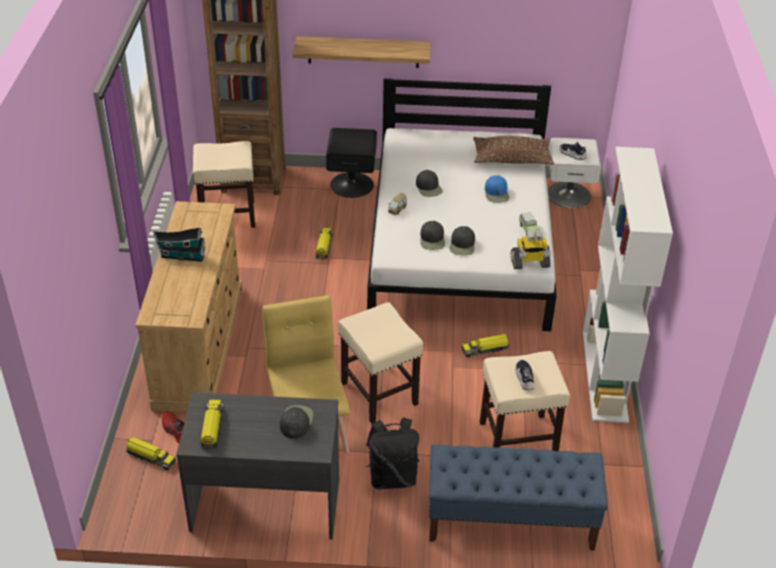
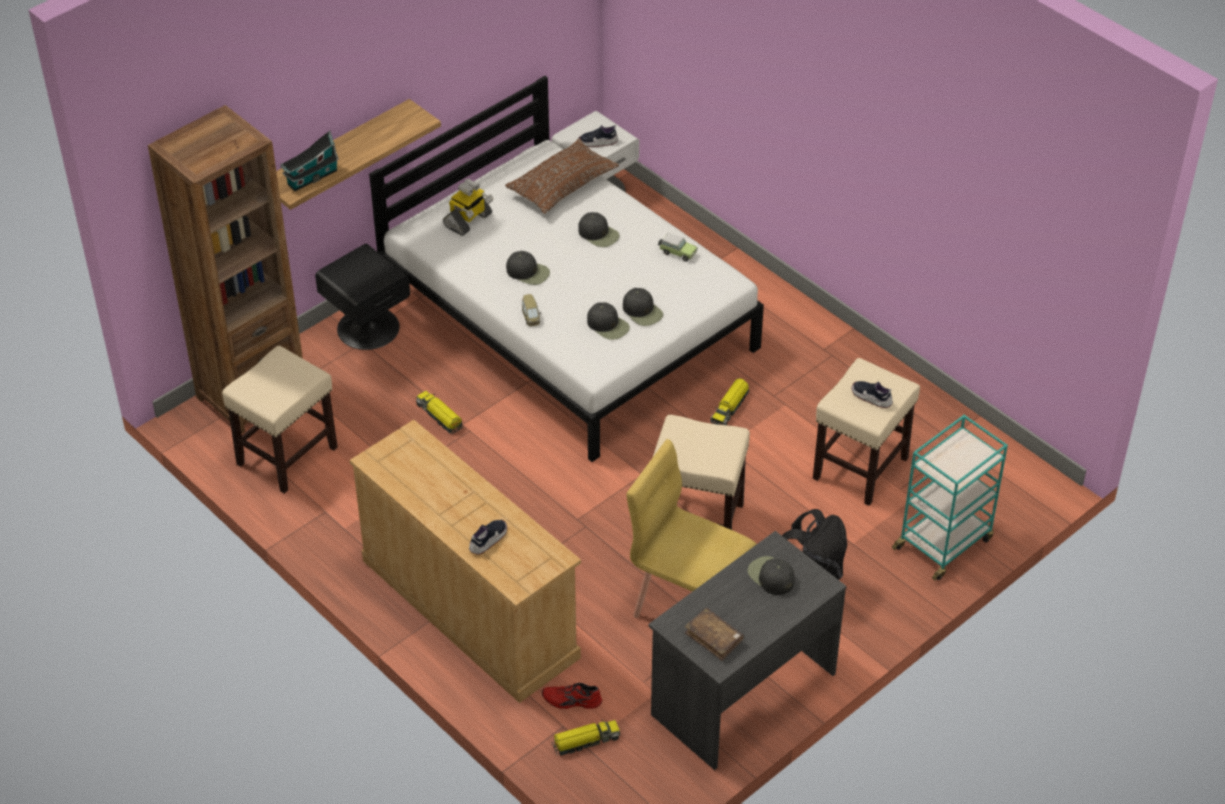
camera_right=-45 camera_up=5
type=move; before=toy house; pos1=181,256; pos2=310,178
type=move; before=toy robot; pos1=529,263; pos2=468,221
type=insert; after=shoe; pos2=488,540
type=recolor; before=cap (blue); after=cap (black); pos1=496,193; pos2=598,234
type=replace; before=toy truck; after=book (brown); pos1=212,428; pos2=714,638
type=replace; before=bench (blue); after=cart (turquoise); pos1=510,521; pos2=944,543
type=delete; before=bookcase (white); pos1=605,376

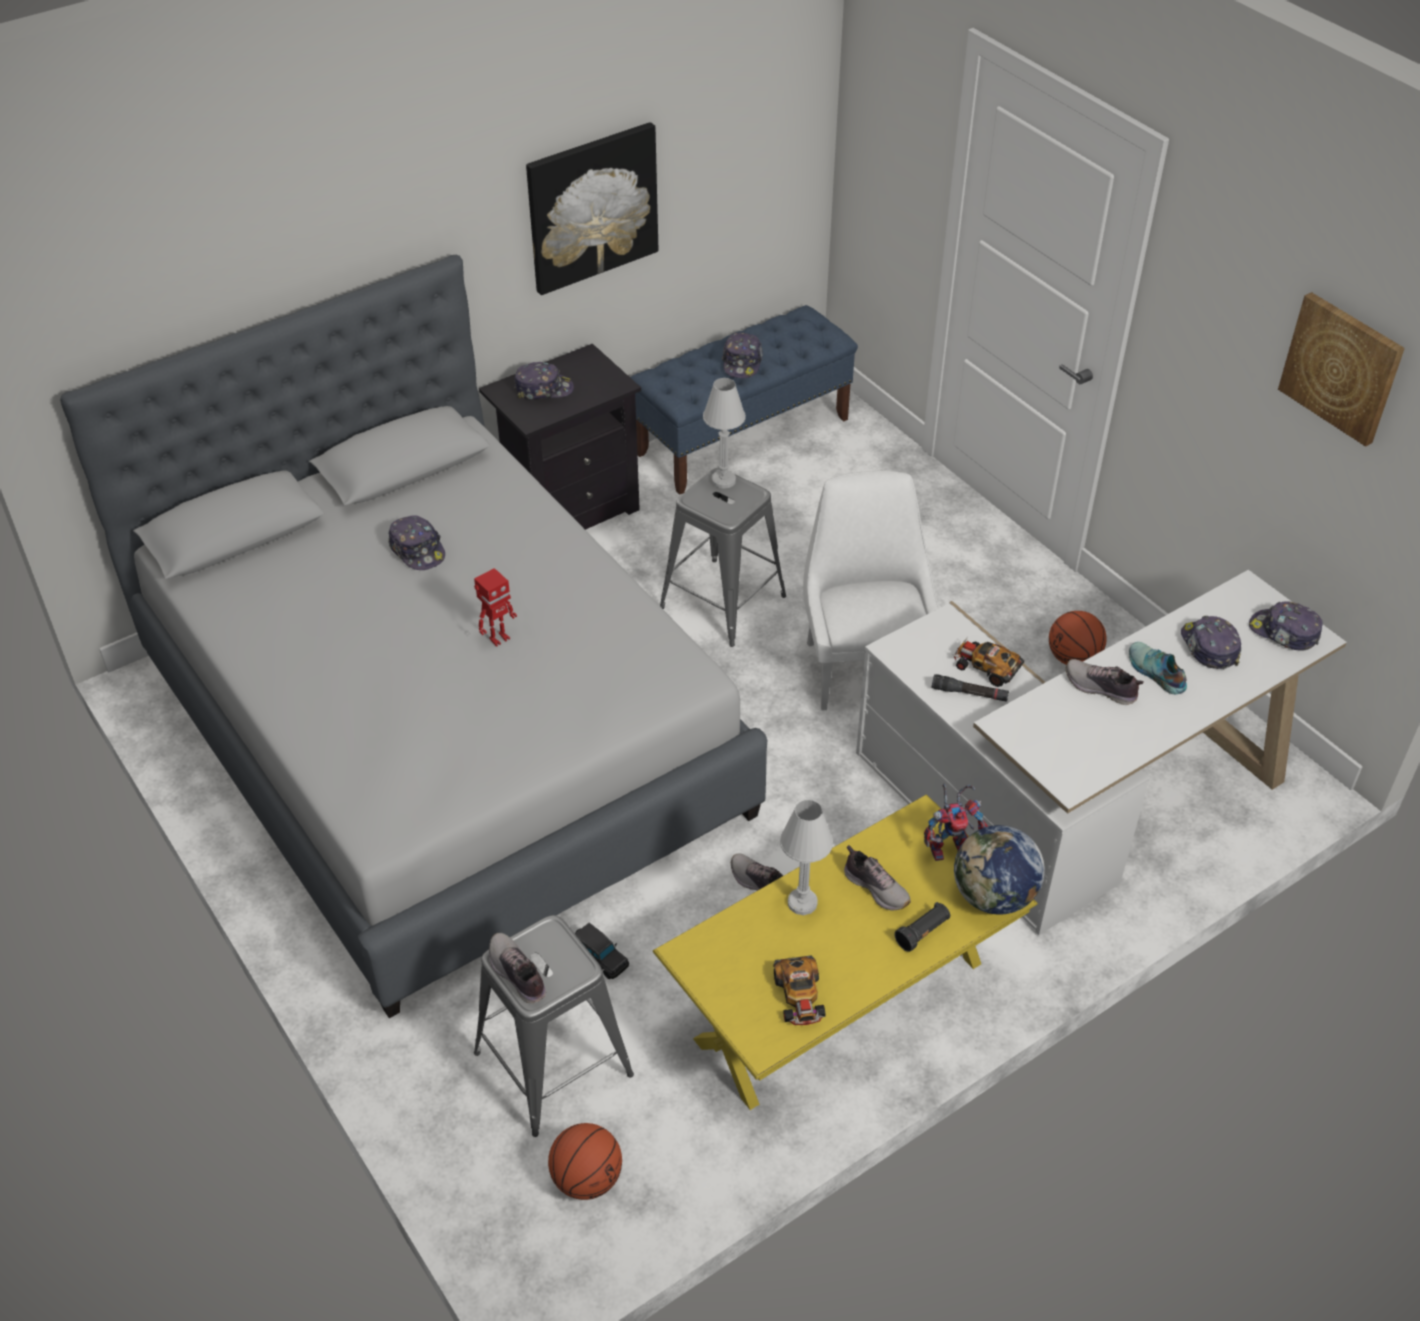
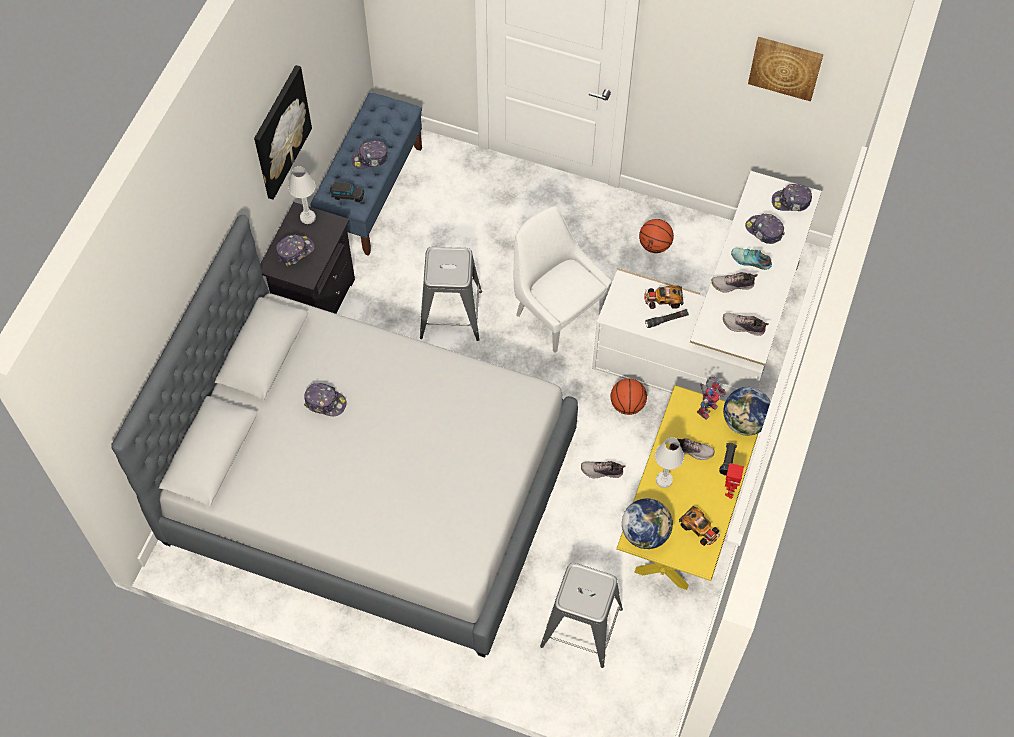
camera_right=-35 camera_up=15
type=move; before=table lamp (white); pos1=723,480; pos2=307,217
type=move; before=toy car (black); pos1=600,958; pos2=347,195
type=rotate; before=cap; pos1=742,362; pos2=370,158; turn=105
type=move; before=basketball; pos1=586,1178; pos2=627,405
type=insert; after=globe; pos2=645,533
type=move; before=shoe; pos1=517,974; pos2=743,327
type=move; before=toy robot; pos1=498,638; pos2=729,492

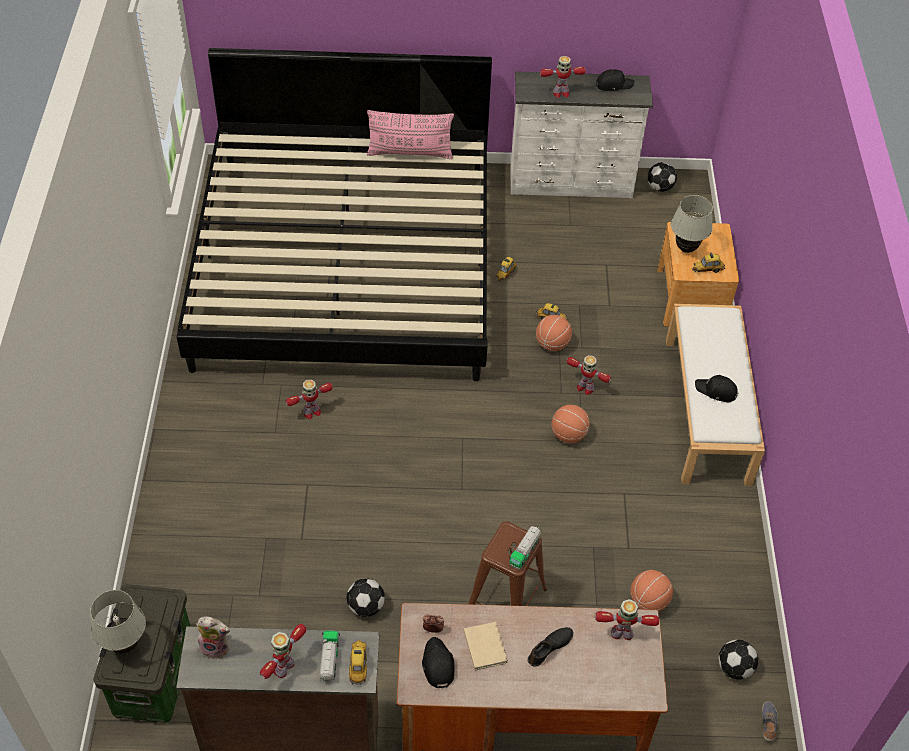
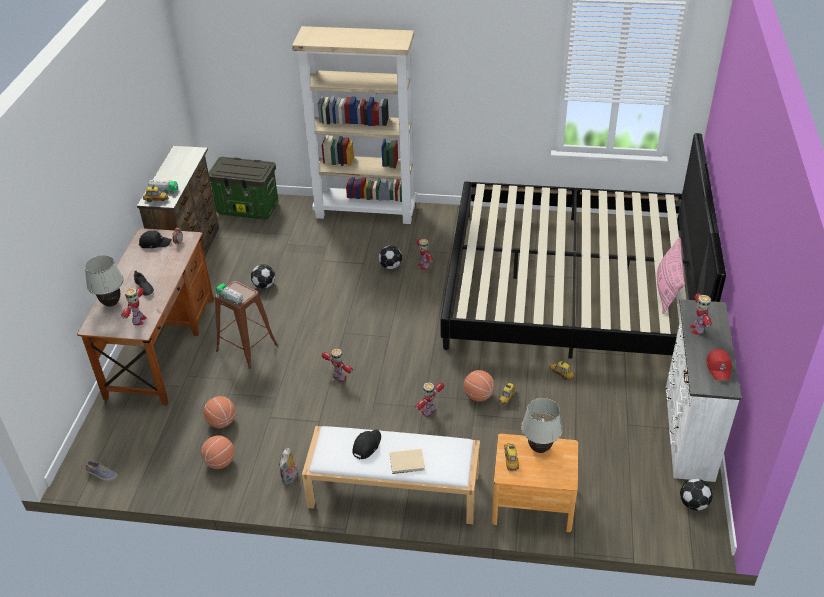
camera_right=100 camera_up=-10
type=move; before=table lamp (white); pos1=125,645; pos2=111,303
type=move; before=basketball; pos1=569,435; pos2=220,462
type=move; before=plush toy; pos1=216,647; pos2=290,477
type=insert; after=bookcase (beige); pos2=366,211
type=move; before=toy robot; pos1=284,667; pos2=339,377
type=move; before=football; pos1=734,668; pos2=390,266
type=move; before=book (beige); pos1=485,645; pos2=408,463
type=recolor; before=cap (black); after=cap (red); pos1=613,84; pos2=719,367

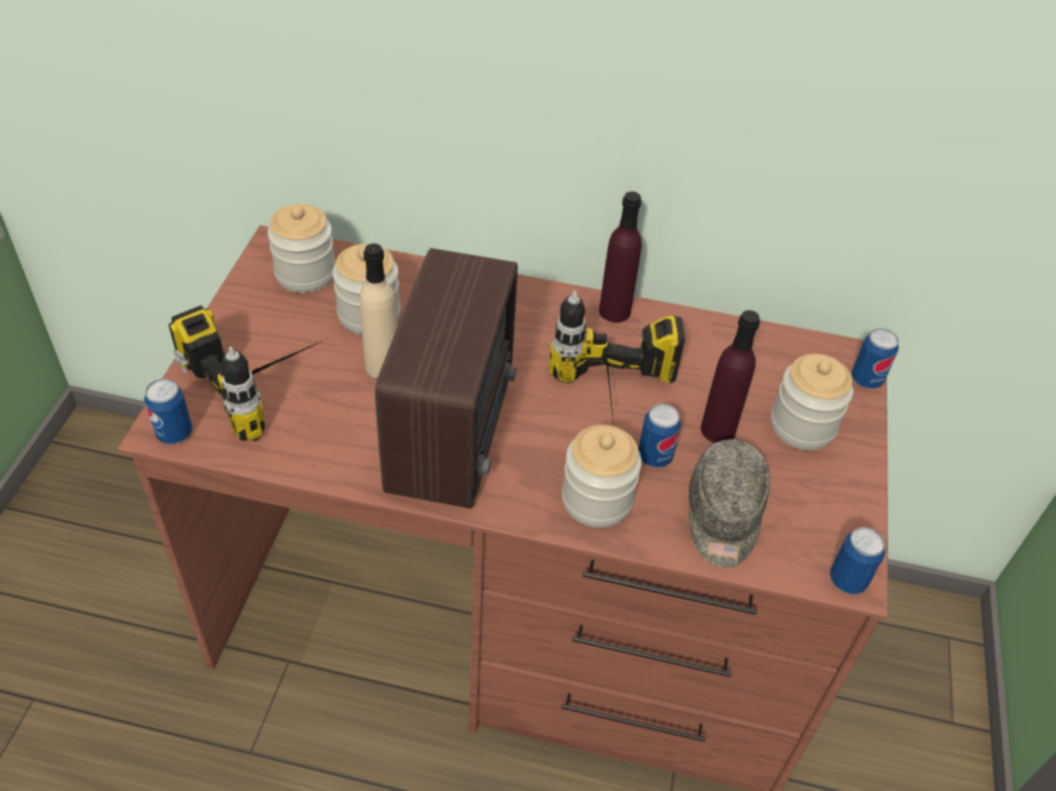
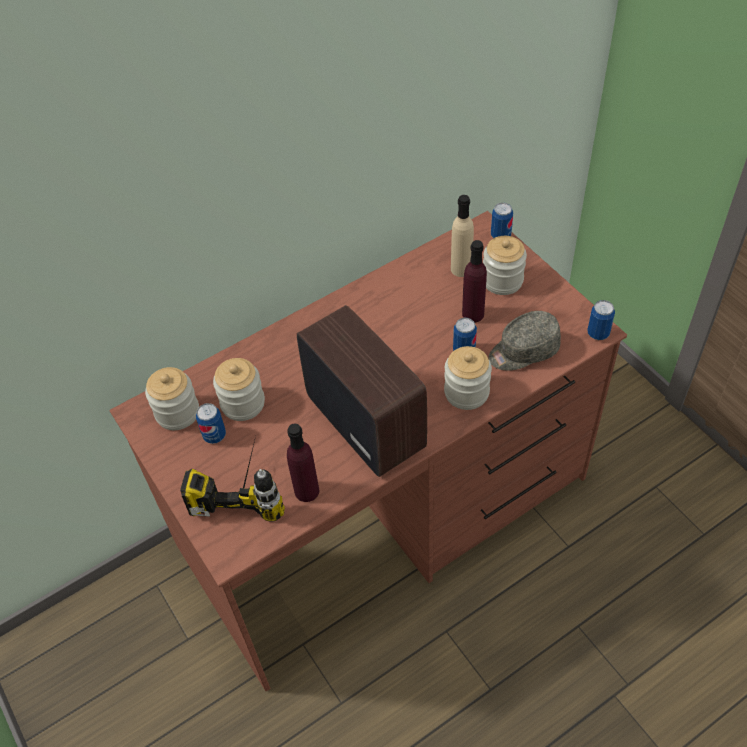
camera_right=-40 camera_up=5
type=move; before=can; pos1=174,433; pos2=214,435
type=move; before=bottle (purple); pos1=614,311; pos2=306,491
type=move; before=bottle (beige); pos1=382,366; pos2=461,269
type=rotate; before=cap (grey); pos1=723,517; pos2=523,351; turn=105
type=delete; before=power drill; pos1=613,408

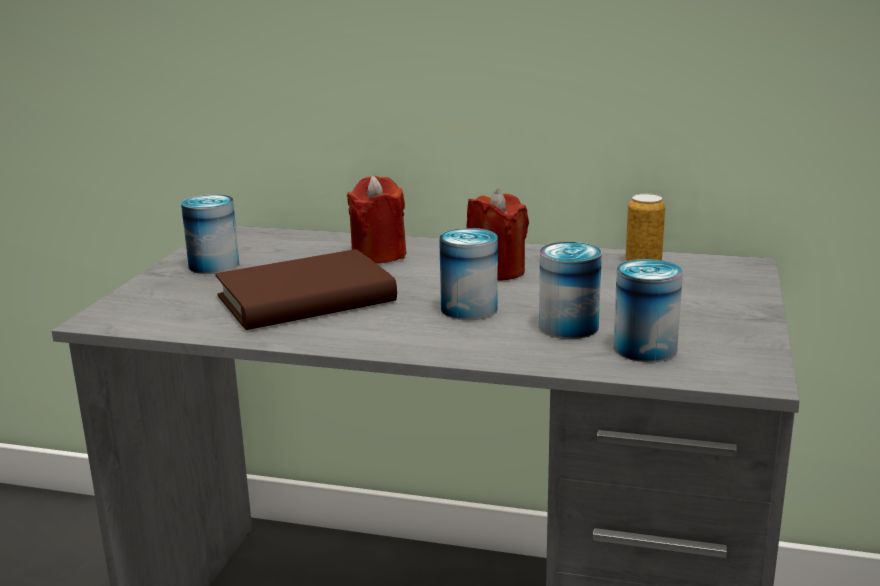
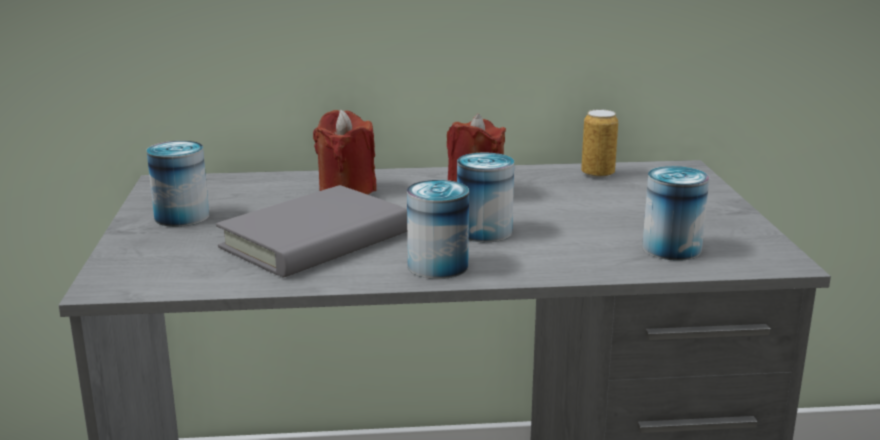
camera_right=-20 camera_up=0
type=recolor; before=book (brown); after=book (grey); pos1=306,299; pos2=316,240
type=move; before=can; pos1=568,326; pos2=438,266

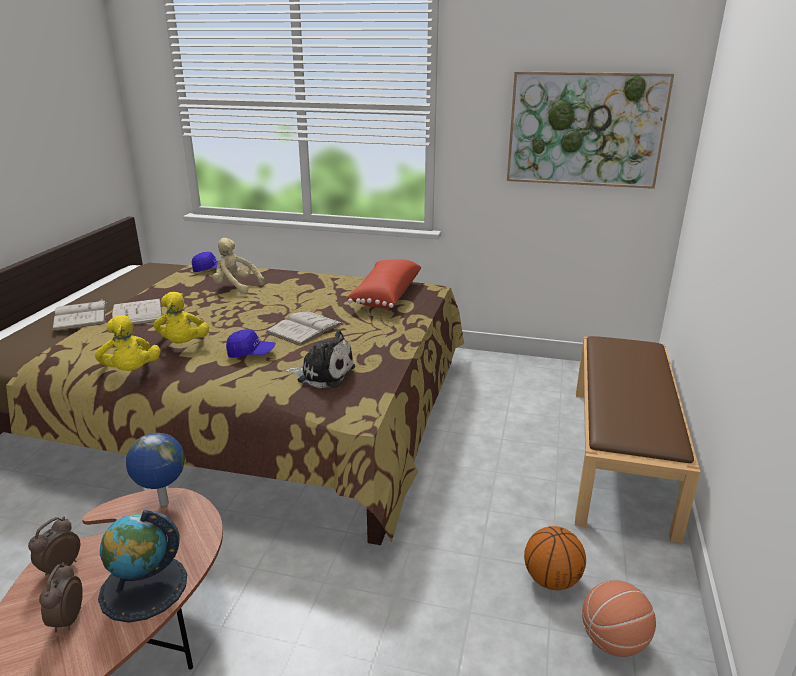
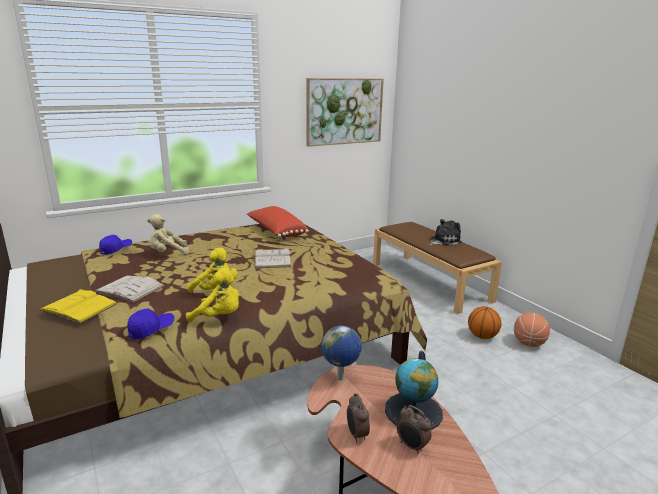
camera_right=-45 camera_up=-5
type=recolor; before=book (white); after=book (yellow); pos1=80,316; pos2=79,307
type=move; before=cap (blue); pos1=251,353; pos2=151,329
type=move; before=plush toy; pos1=323,374; pos2=444,241

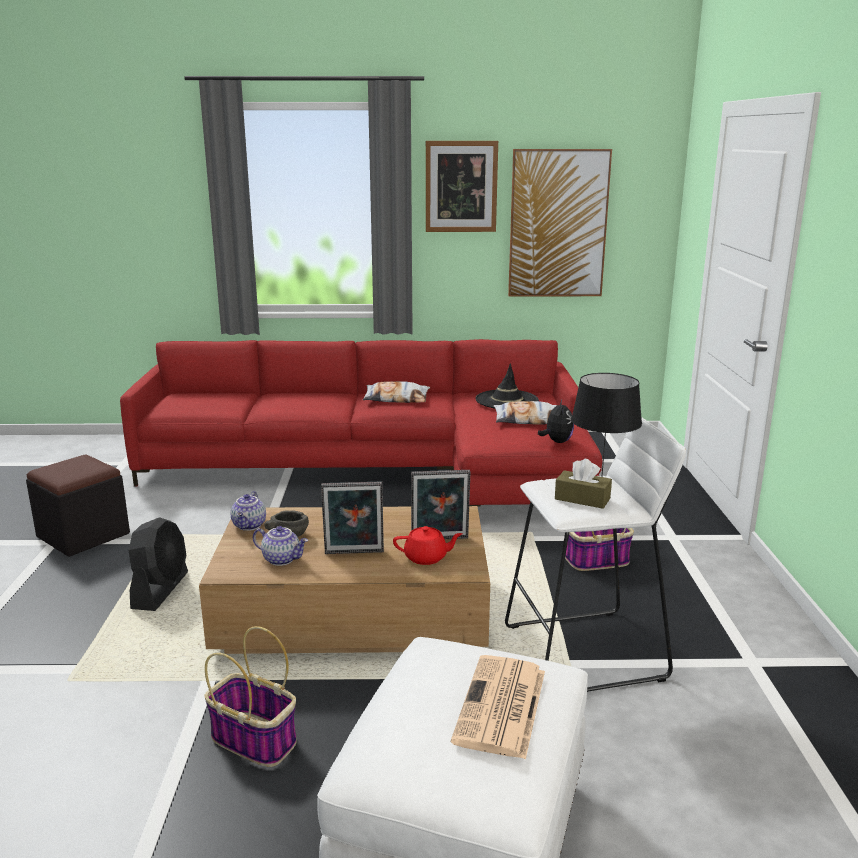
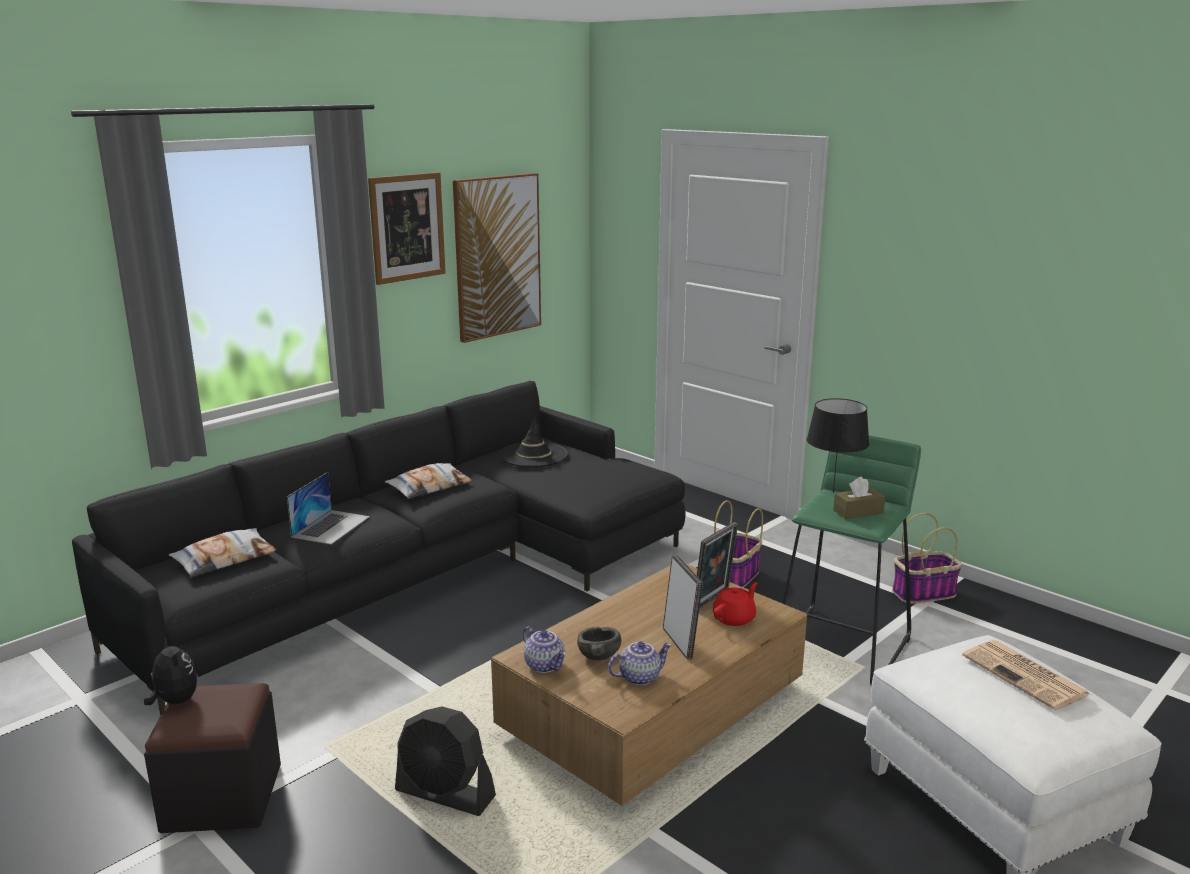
camera_right=-45 camera_up=0
type=recolor; before=sofa (red); after=sofa (black); pos1=382,470; pos2=424,575
type=move; before=plush toy; pos1=557,441; pos2=175,701
type=move; before=pillow; pos1=528,420; pos2=224,559
type=insert; after=laptop; pos2=331,526
type=rotate; before=fan (black); pos1=160,590; pos2=445,794; turn=150
type=rotate; before=picture frame; pos1=354,553; pos2=680,642; turn=-60
type=recolor; before=stool (white); after=stool (green); pos1=585,652; pos2=842,647
type=move; before=basket; pos1=255,740; pos2=924,593

